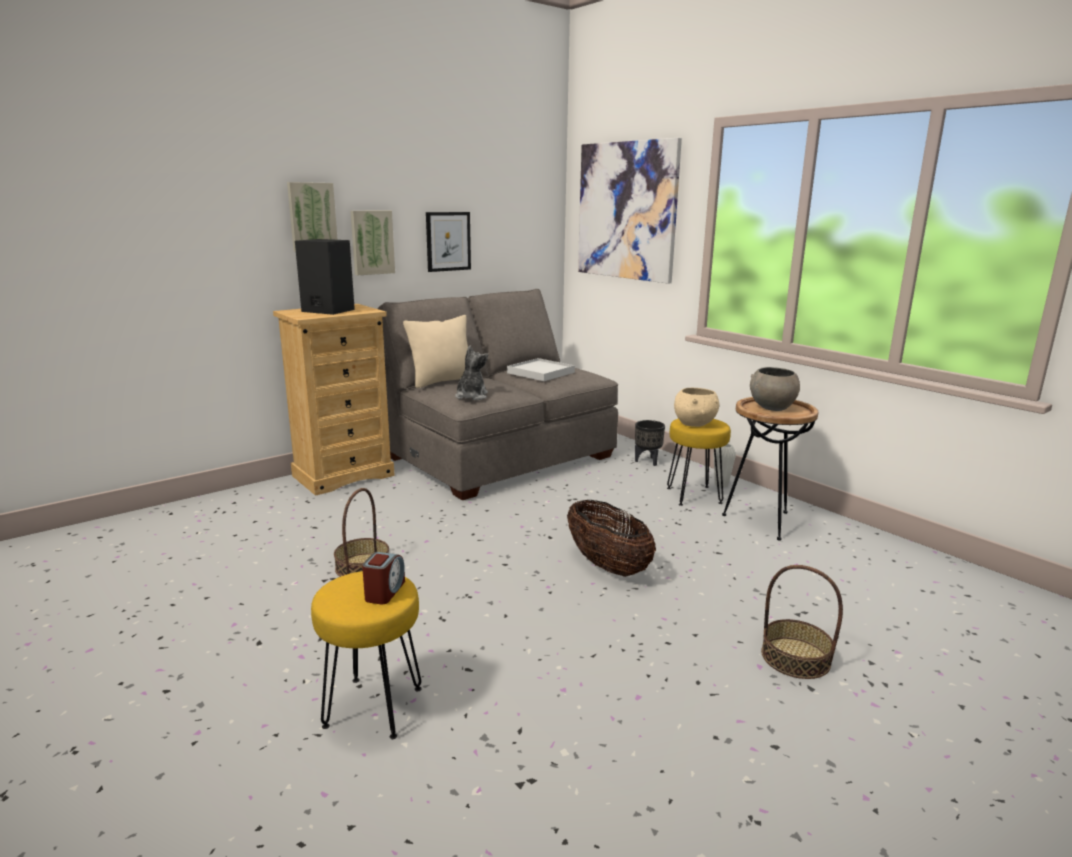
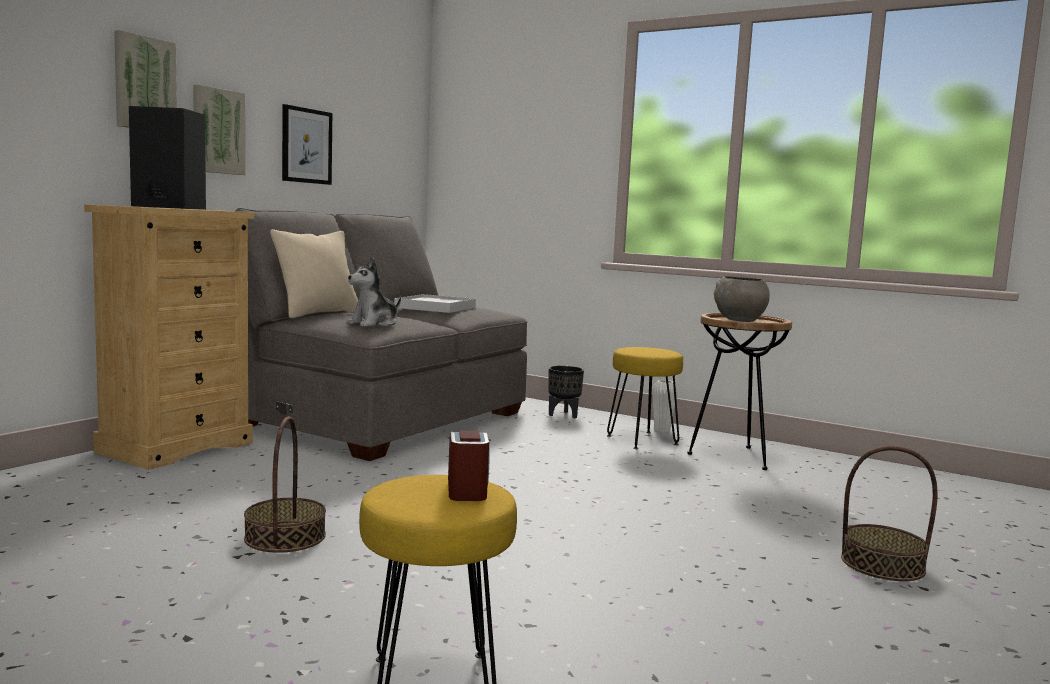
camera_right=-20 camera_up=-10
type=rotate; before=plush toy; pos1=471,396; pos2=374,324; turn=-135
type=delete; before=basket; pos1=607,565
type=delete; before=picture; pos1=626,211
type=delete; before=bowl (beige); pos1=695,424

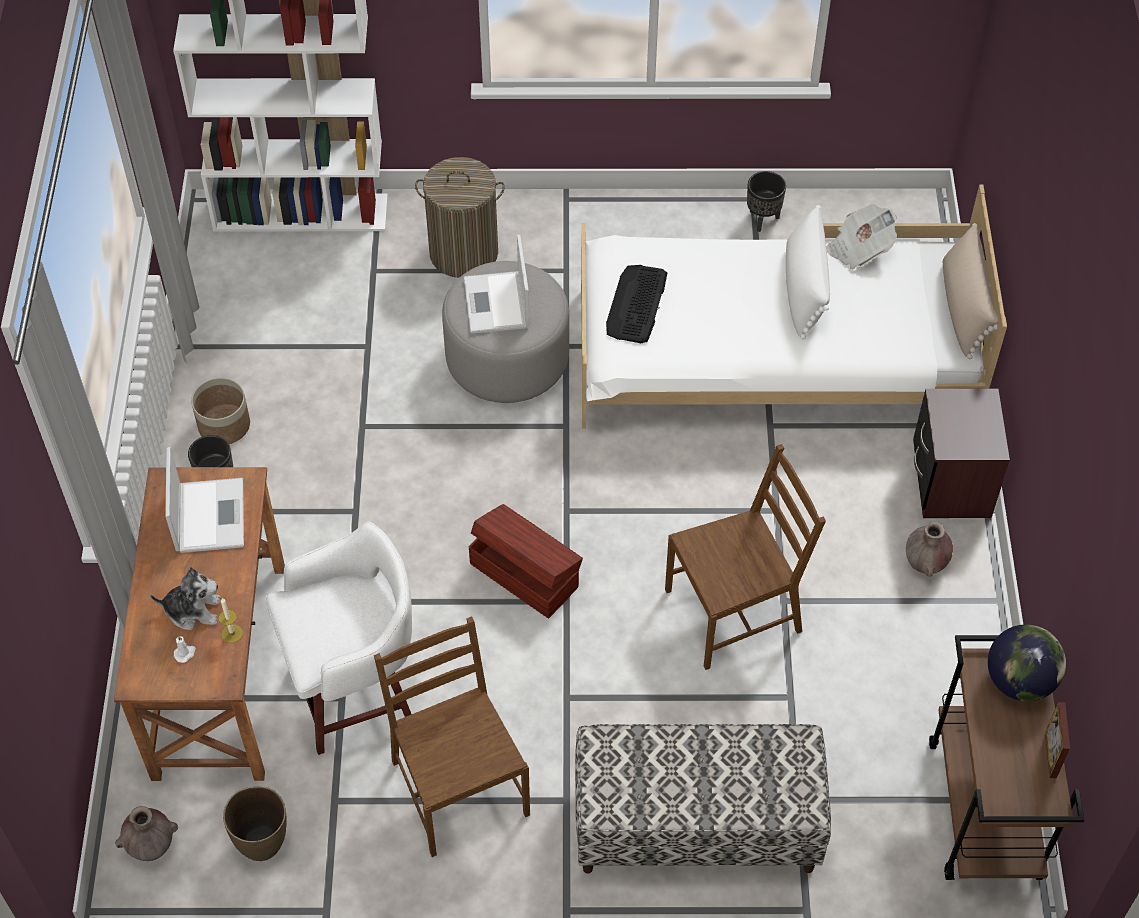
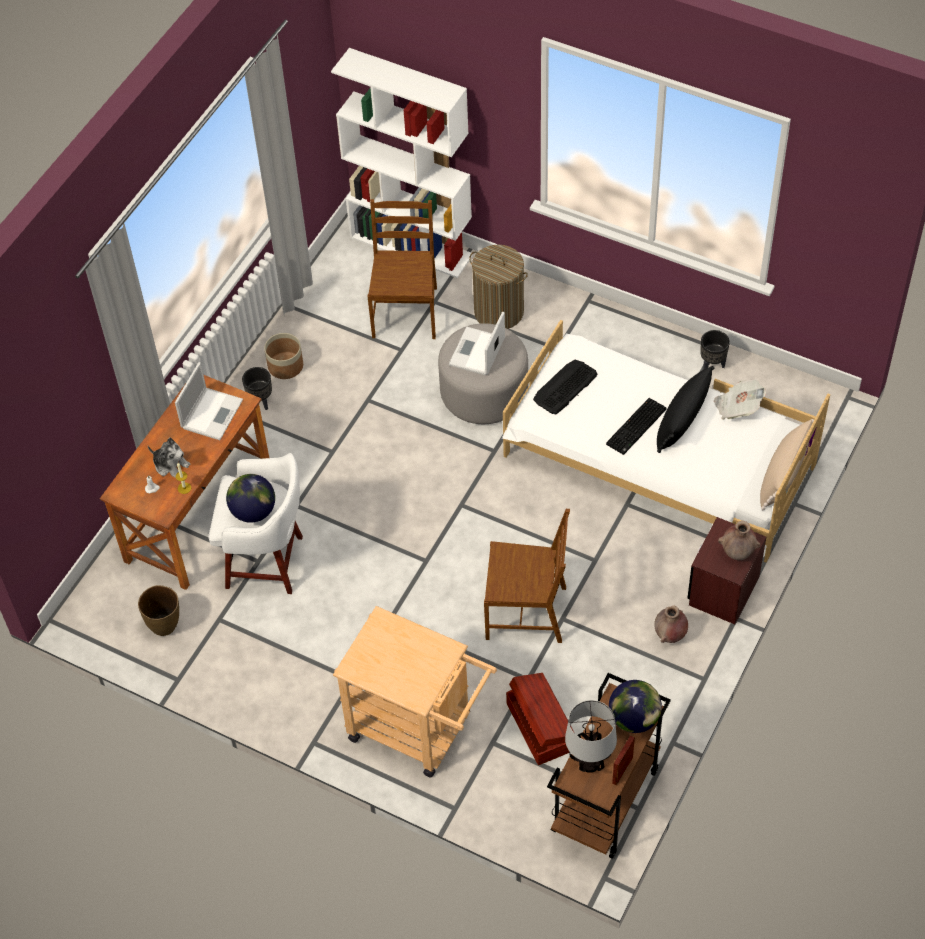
camera_right=30 camera_up=0
type=insert; after=globe; pos2=253,511
type=replace; before=bench; after=cart (beige); pos1=695,827; pos2=419,730
type=move; before=chair (brown); pos1=457,787; pos2=405,311
type=move; before=storage box (brown); pos1=524,573; pos2=539,726
type=insert; after=table lamp; pos2=589,762
type=insert; after=keyboard; pos2=636,428
type=recolor; before=pillow (white); after=pillow (black); pos1=804,289; pos2=682,420
type=move; before=vase (brown); pos1=152,846; pos2=737,553

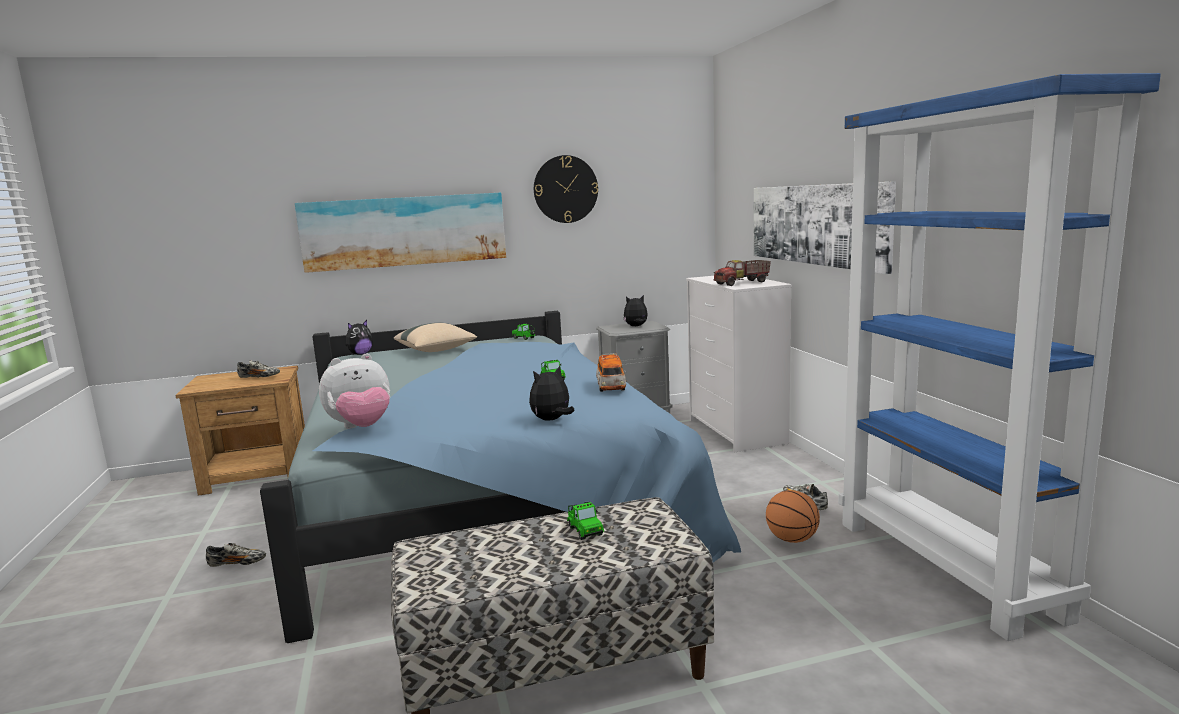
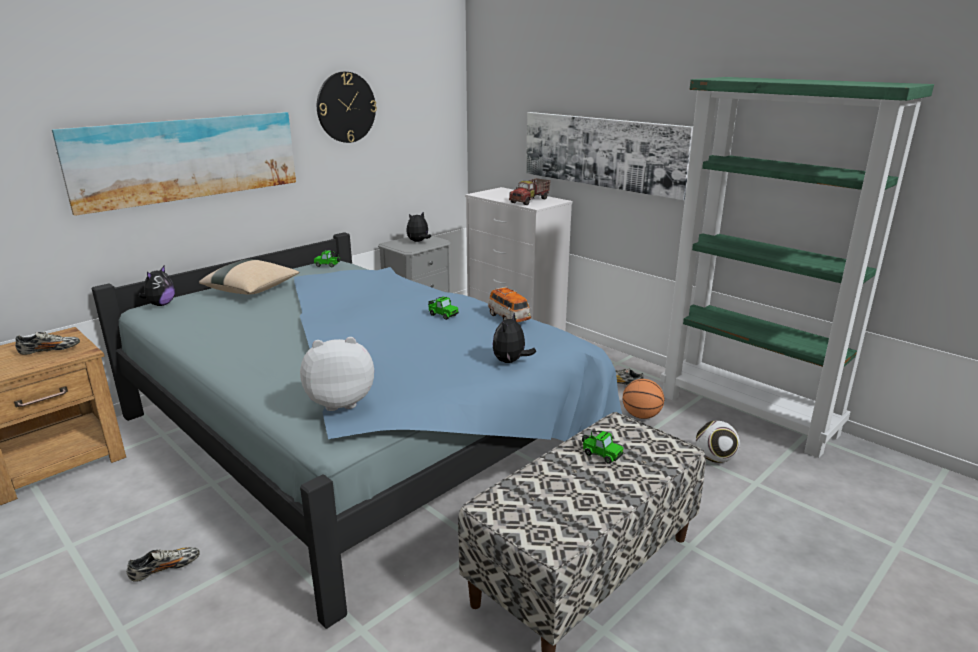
camera_right=-30 camera_up=10
type=rotate; before=plush toy; pos1=361,428; pos2=340,402; turn=-135
type=recolor; before=bookcase (blue); after=bookcase (green); pos1=947,567; pos2=748,415
type=insert; after=football; pos2=715,459

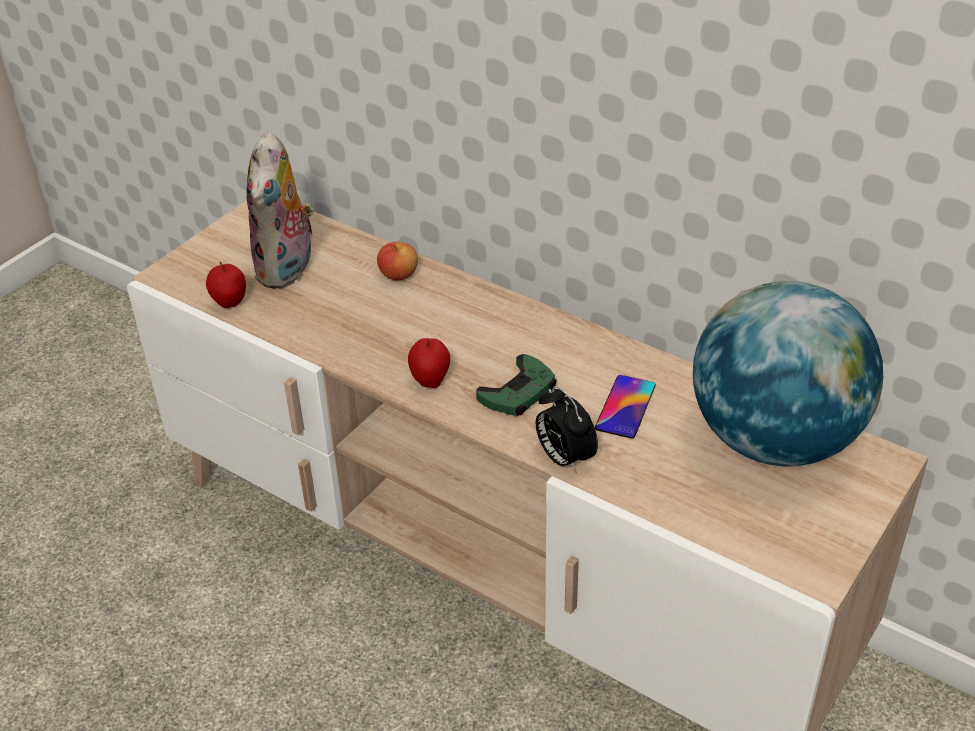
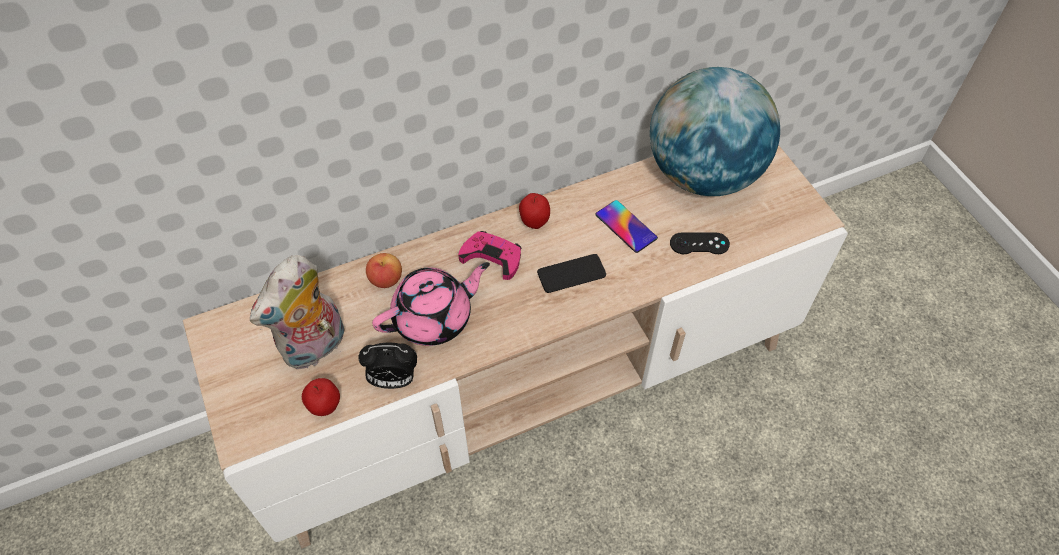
camera_right=-60 camera_up=15
type=rotate; before=plush toy; pos1=288,270; pos2=315,348; turn=90
type=move; before=alarm clock; pos1=564,458; pos2=393,380
type=insert; after=teapot (pink); pos2=434,318
type=insert; after=game controller (pink); pos2=492,257
type=move; before=apple; pos1=430,381; pos2=534,222
type=replace; before=game controller (green); after=phone; pos1=518,392; pos2=571,274
type=insert; after=game controller (black); pos2=699,244

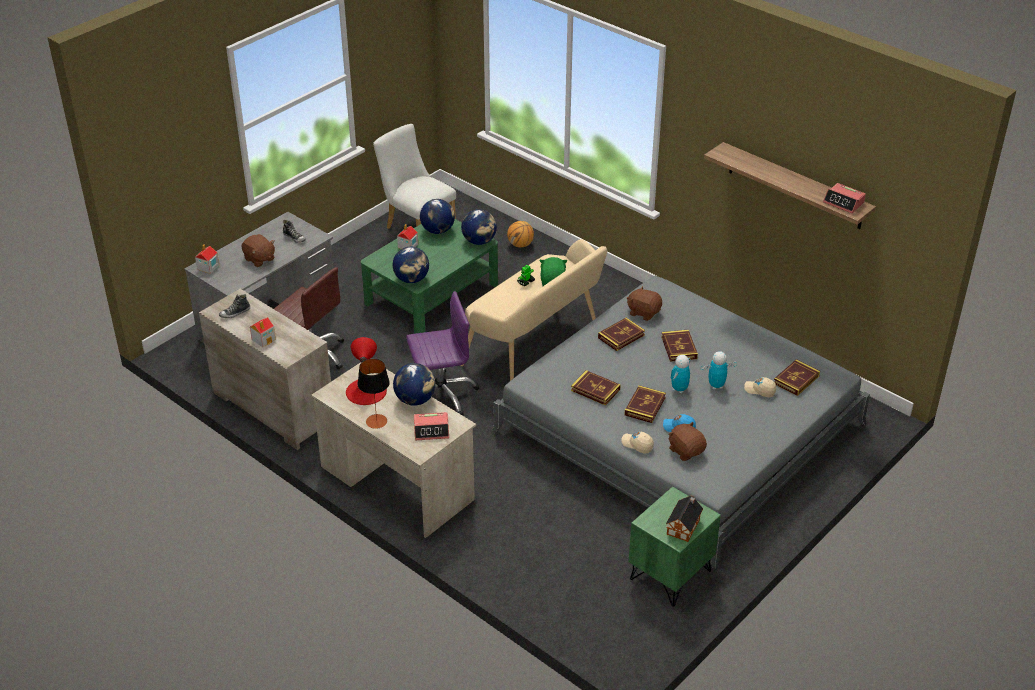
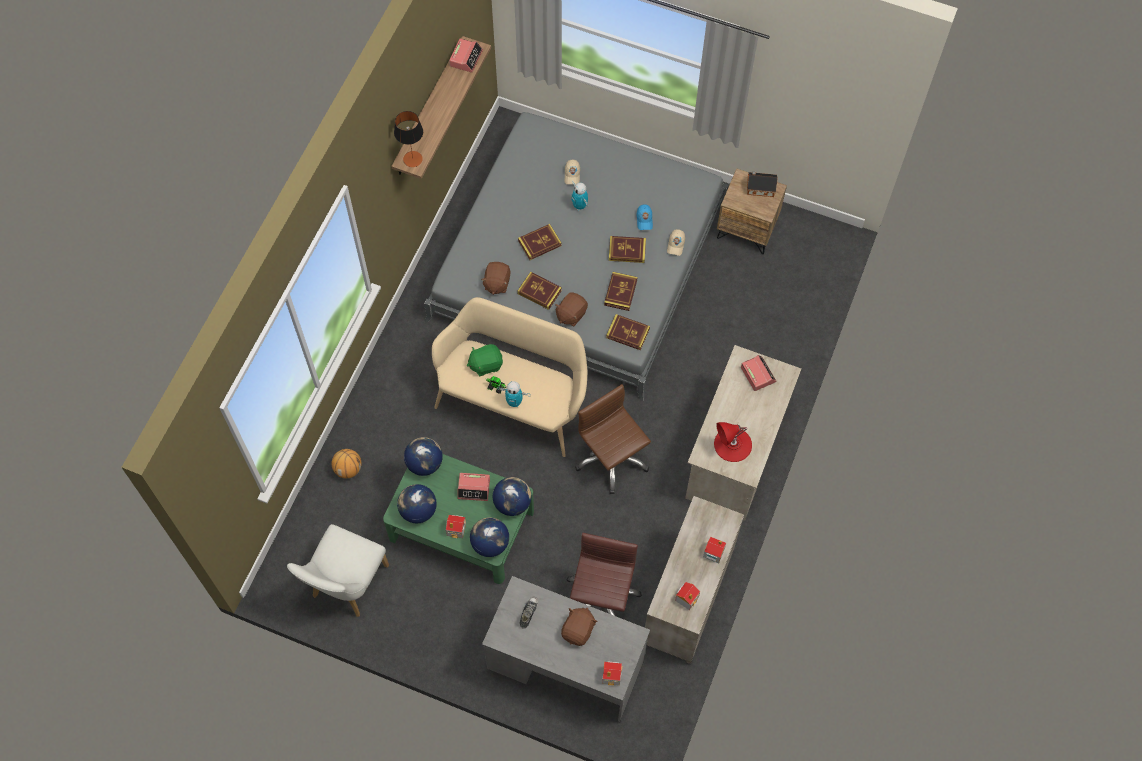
camera_right=-110 camera_up=25
type=move; before=table lamp; pos1=376,421; pos2=413,159
type=insert; after=alarm clock; pos2=474,488
type=move; before=globe; pos1=415,400; pos2=490,543
type=move; before=toy robot; pos1=679,389; pos2=514,402
type=move; before=plush toy (brown); pos1=686,451; pos2=571,314
type=recolor; before=office chair (purple); after=office chair (brown); pos1=441,394; pos2=611,459
type=move; before=book; pos1=796,380; pos2=627,333
type=replace; before=shoe; after=toy house; pos1=235,313; pos2=687,598
type=recolor; before=nightstand (green); after=nightstand (brown); pos1=671,575; pos2=747,229

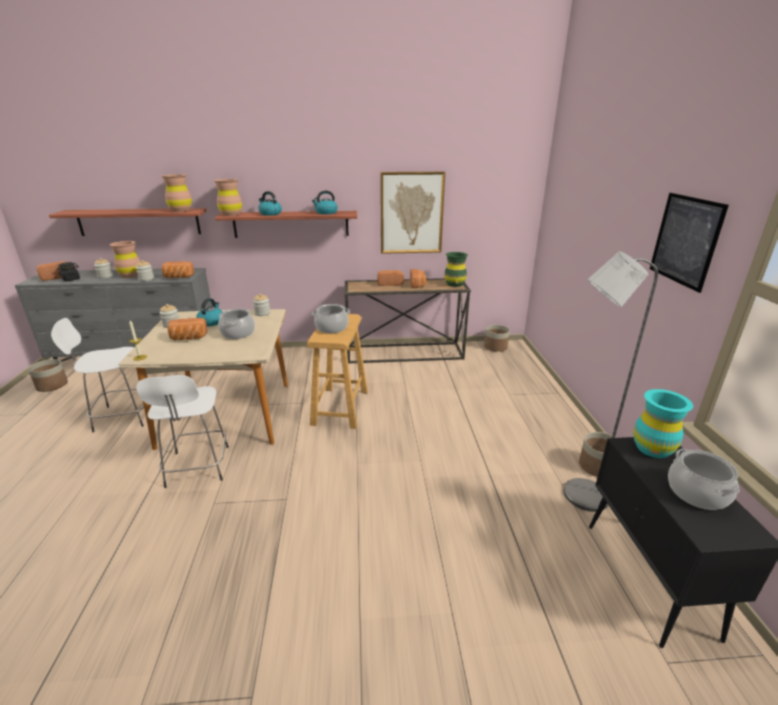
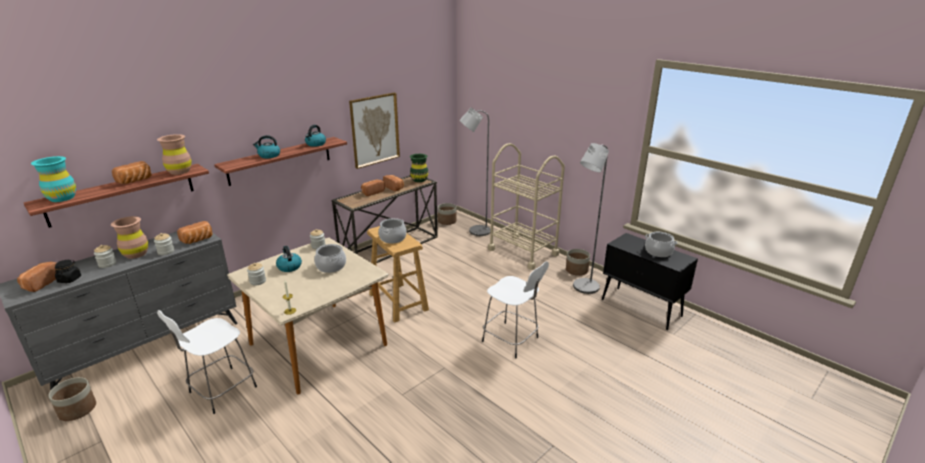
camera_right=-40 camera_up=0
type=move; before=vase (turquoise); pos1=652,448; pos2=62,198
type=move; before=bread; pos1=188,338; pos2=135,181
type=insert; after=floor lamp (grey); pos2=475,231
type=move; before=stool (white); pos1=197,468; pos2=512,340
type=insert; after=cart (beige); pos2=523,252
type=delete; before=vase (brown); pos1=231,214
type=delete; before=picture; pos1=685,240

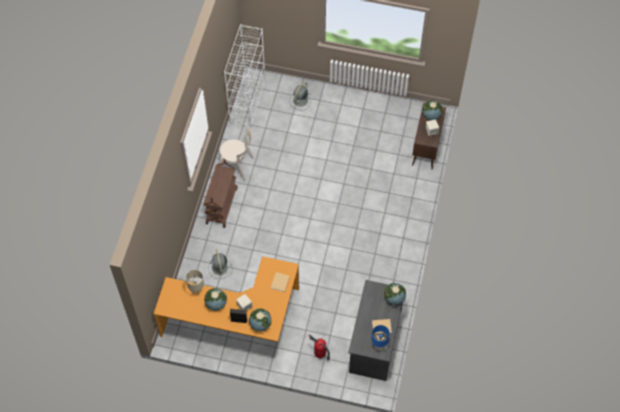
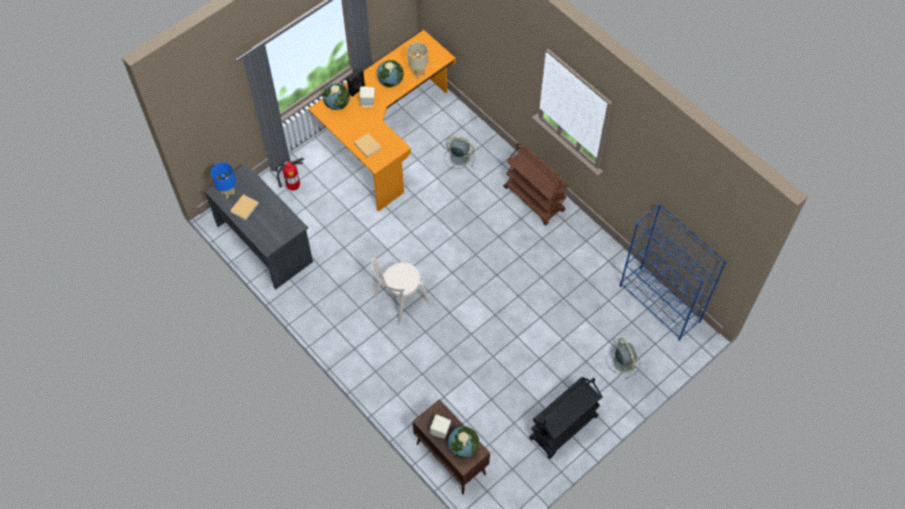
camera_right=125 camera_up=0
type=move; before=chair (beige); pos1=238,166; pos2=399,300
type=insert; after=cart (black); pos2=563,428
type=recolor; before=bookcase (white); after=bookcase (blue); pos1=247,102; pos2=660,304
type=delete; before=globe; pos1=394,298

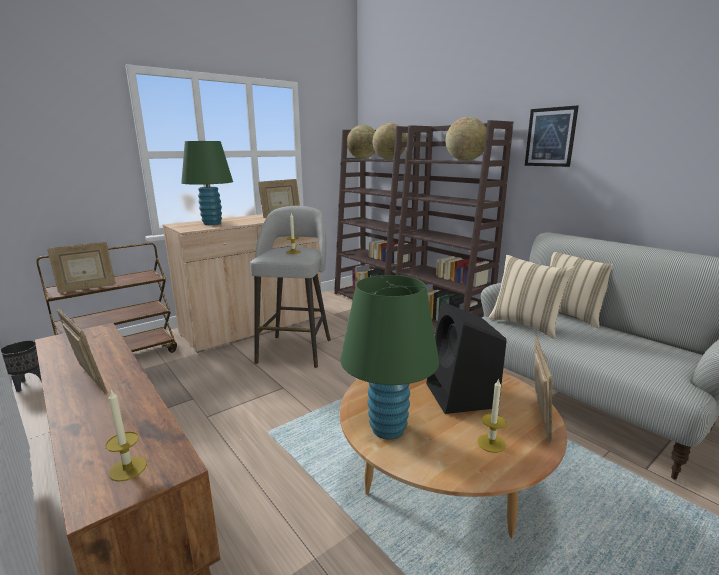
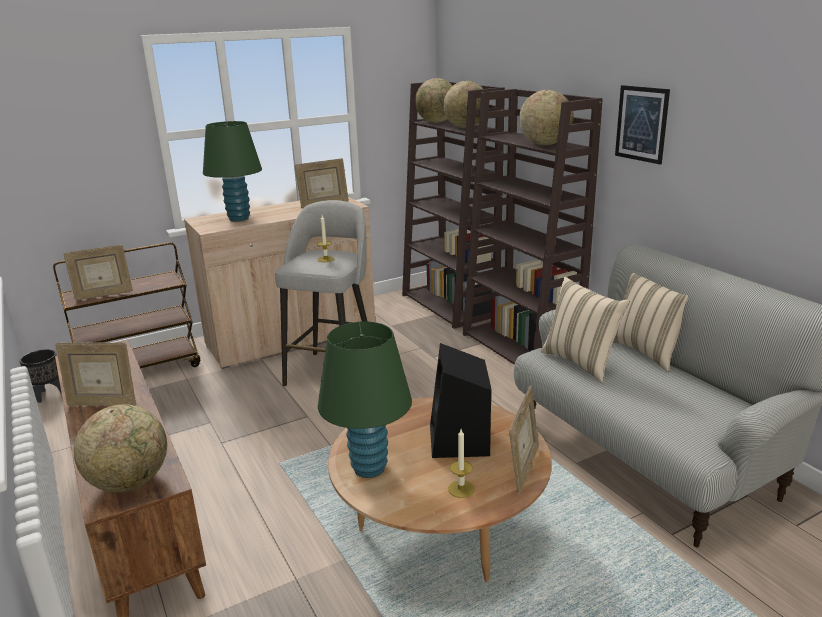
camera_right=10 camera_up=5
type=rotate; before=picture frame; pos1=89,382; pos2=103,404; turn=135
type=replace; before=candle; after=globe; pos1=128,468; pos2=130,482

